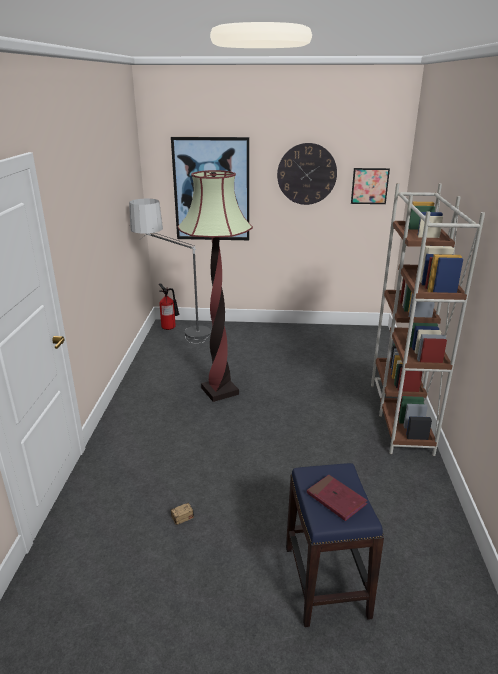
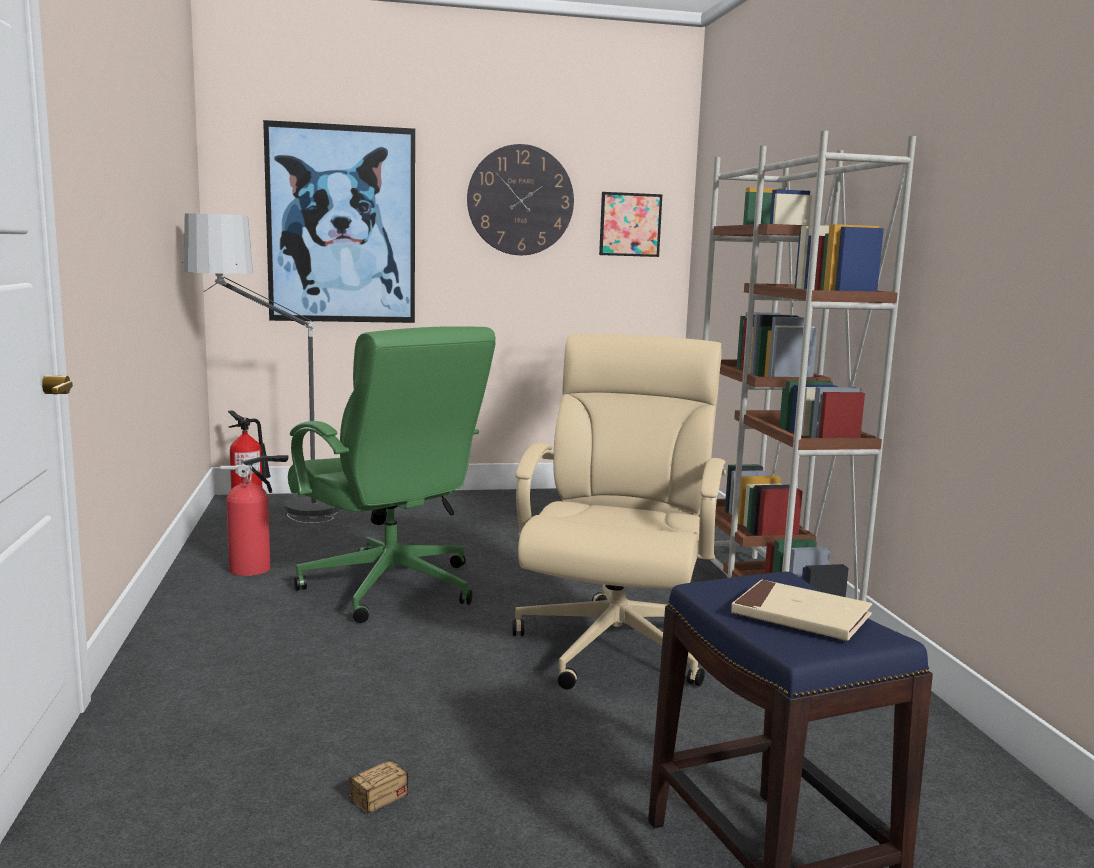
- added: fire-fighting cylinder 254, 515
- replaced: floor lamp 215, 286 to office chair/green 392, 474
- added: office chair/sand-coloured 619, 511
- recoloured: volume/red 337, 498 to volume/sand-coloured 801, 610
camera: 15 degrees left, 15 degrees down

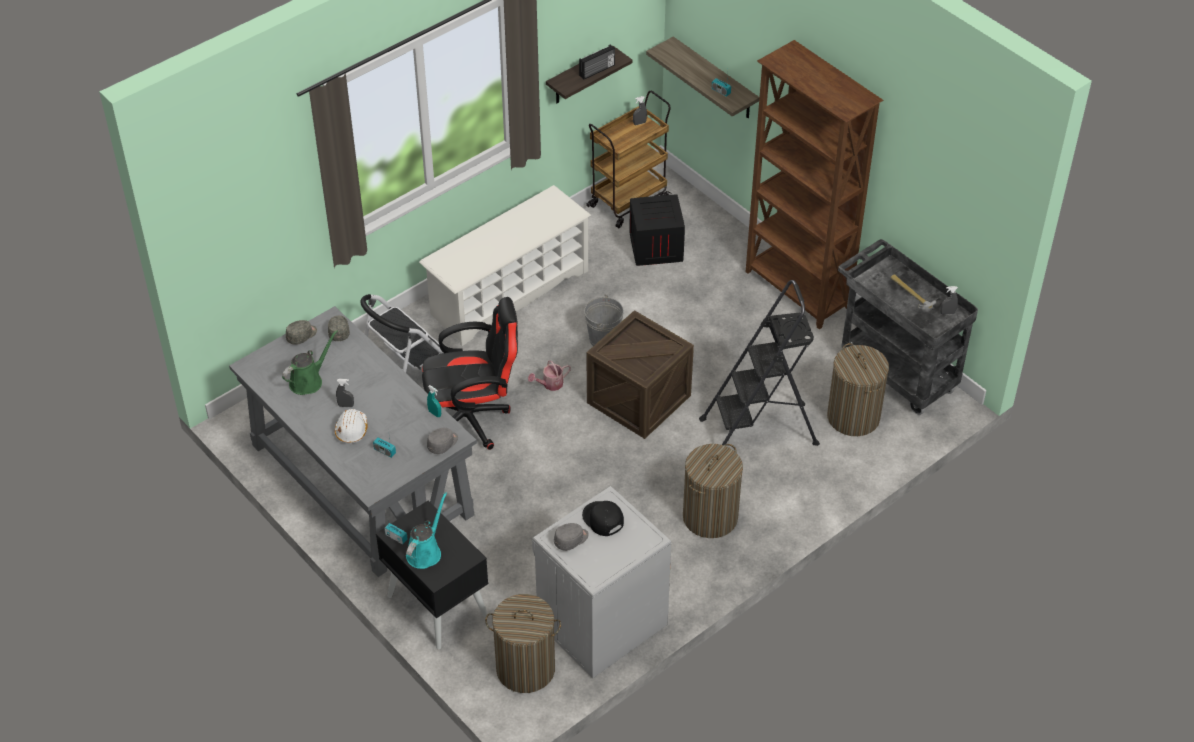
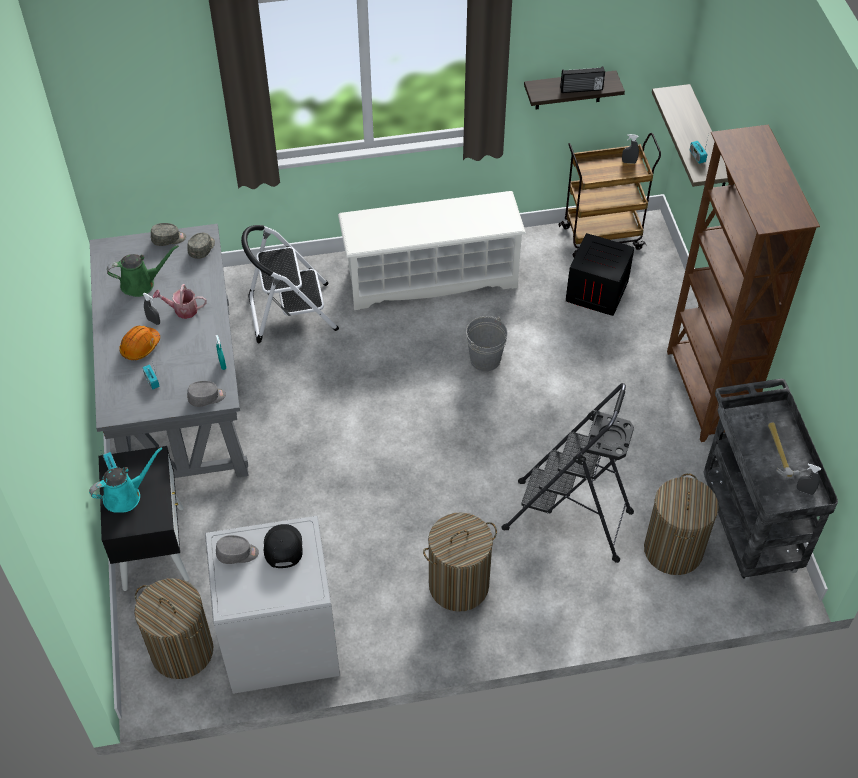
- recoloured: work helmet/whitish 351, 426 to work helmet/orange-coloured 139, 343
- moved: sprinkling can 549, 375 to 180, 301
- removed: office chair/black-coloured 470, 373
- removed: packing crate 640, 374
camera: 30 degrees right, 5 degrees up

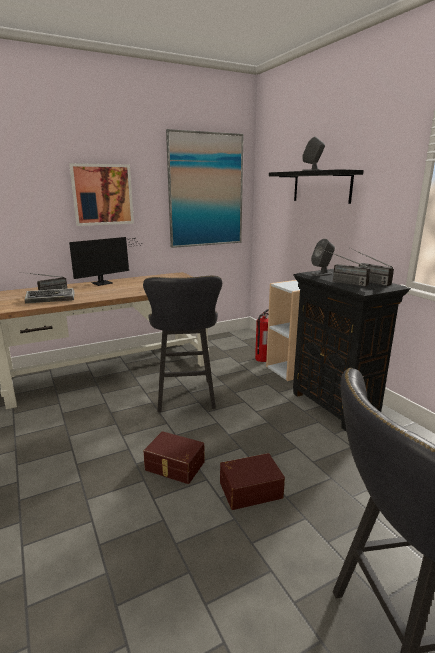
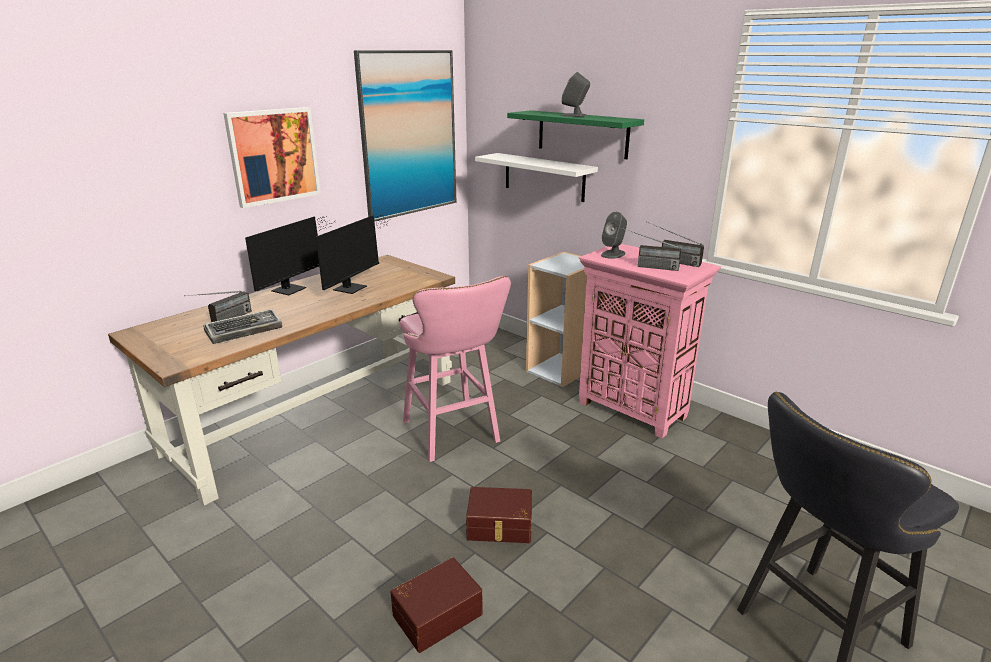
- added: monitor 351, 254
- moved: storage box/brown 252, 481 to 436, 605
- recoloured: stool/black-coloured 182, 344 to stool/pink-coloured 455, 369
- added: shelf/whitish 536, 177
- recoloured: shelf/black-coloured 316, 186 to shelf/green 575, 134
- recoloured: cupboard/black-coloured 352, 350 to cupboard/pink-coloured 649, 341
- removed: fire-fighting cylinder 262, 335
camera: 20 degrees left, 5 degrees up

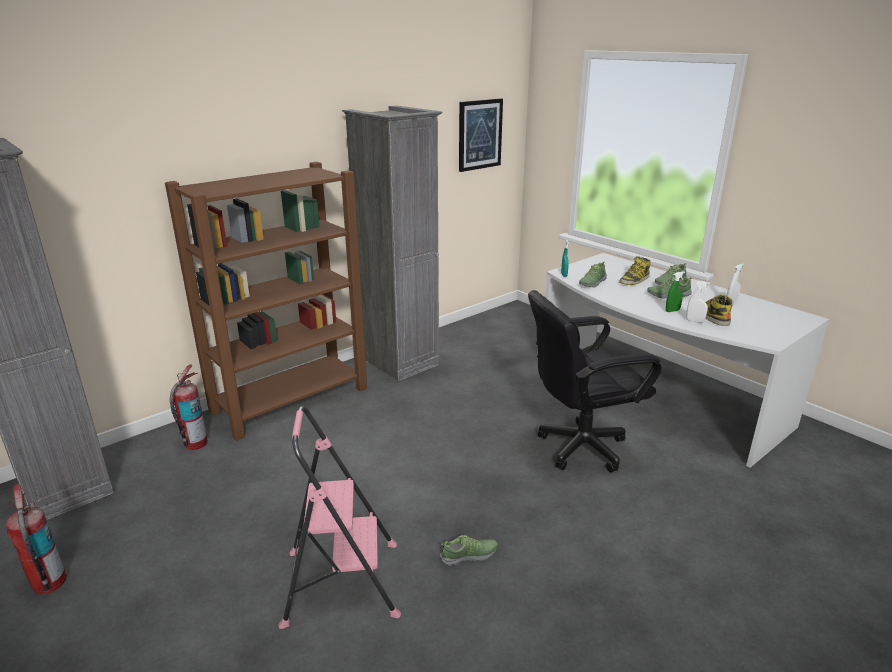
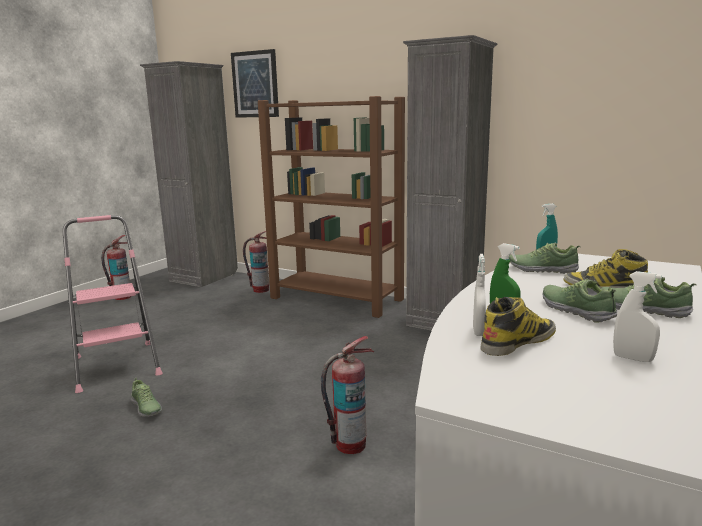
- moved: wall picture 481, 135 to 255, 83
- replaced: office chair/black-coloured 594, 381 to fire-fighting cylinder 347, 395
camera: 70 degrees right, 10 degrees down

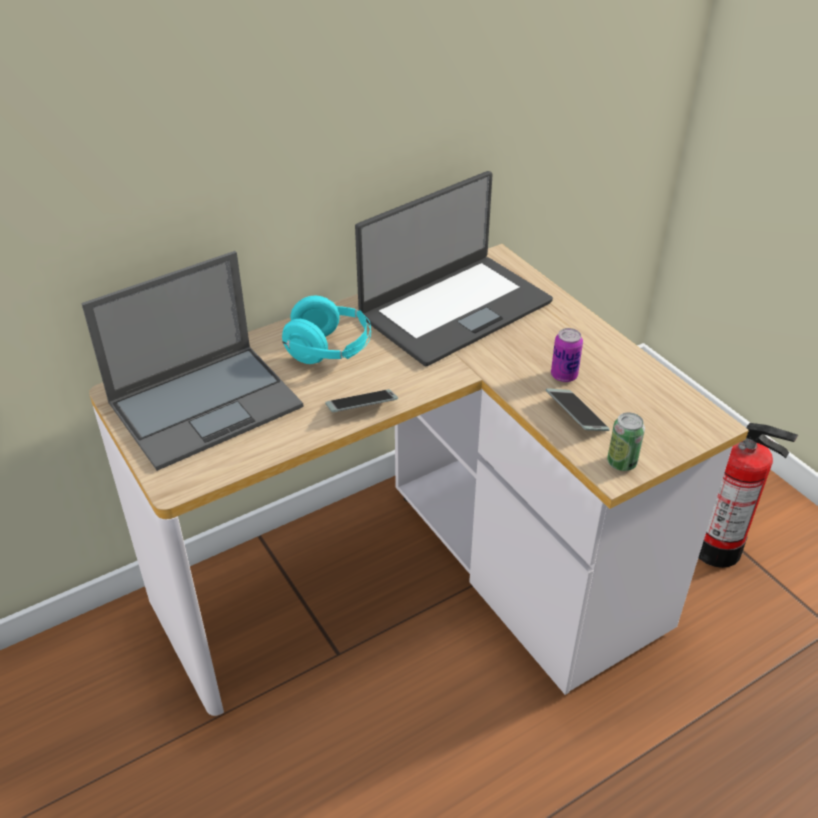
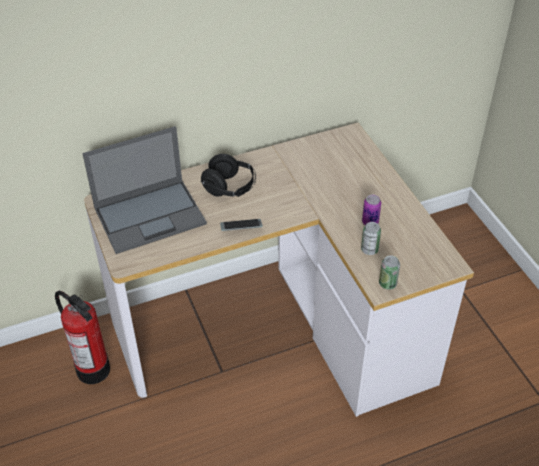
- moved: fire-fighting cylinder 748, 495 to 82, 337
- recoloured: pair of headphones/turquoise-coloured 326, 330 to pair of headphones/black-coloured 228, 175
- replaced: telephone 578, 409 to can 371, 238
- removed: laptop 454, 268
camera: 10 degrees right, 5 degrees up

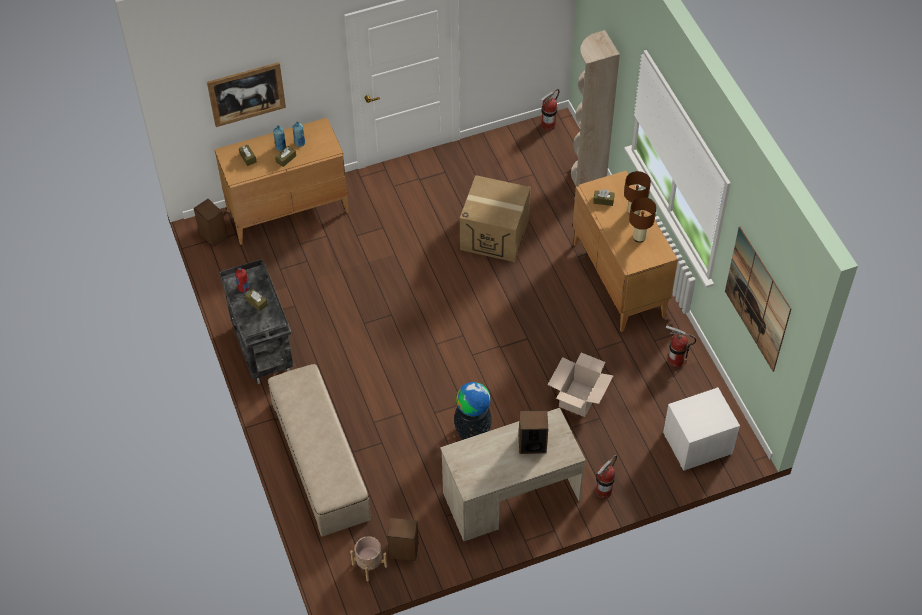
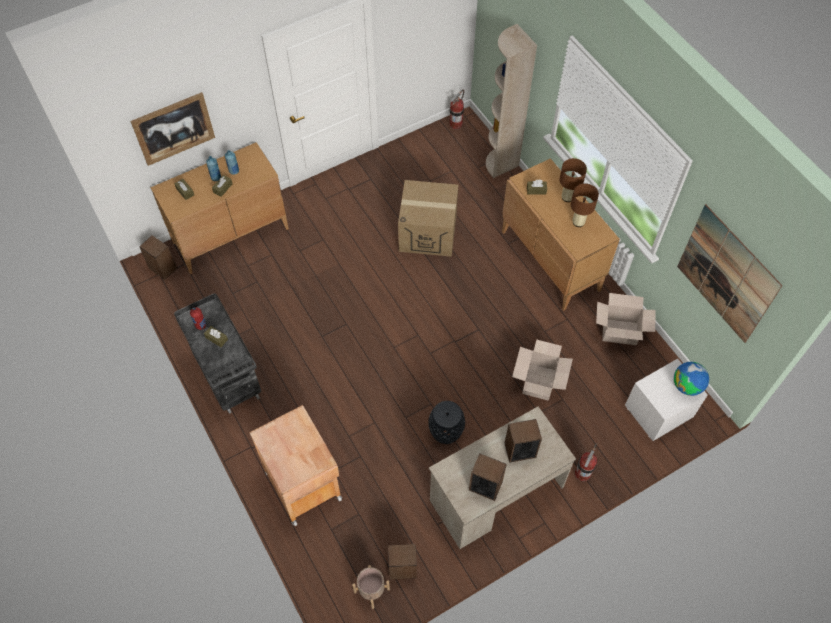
- replaced: long seat/sand-coloured 319, 450 to cart/brown 295, 465
- added: loudspeaker 488, 477
- replaced: fire-fighting cylinder 681, 346 to cardboard box 626, 319
- moved: world globe 473, 399 to 691, 379
camera: 10 degrees left, 5 degrees up

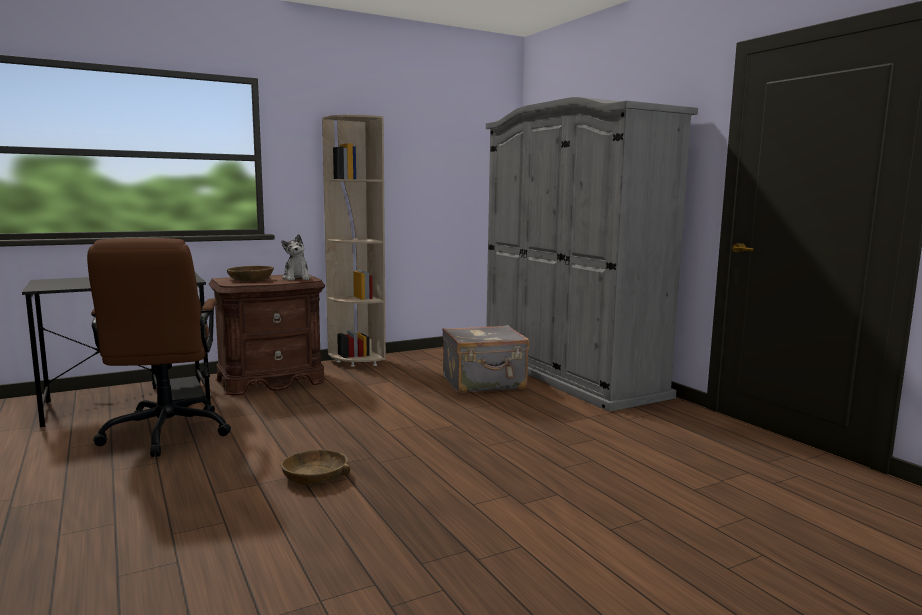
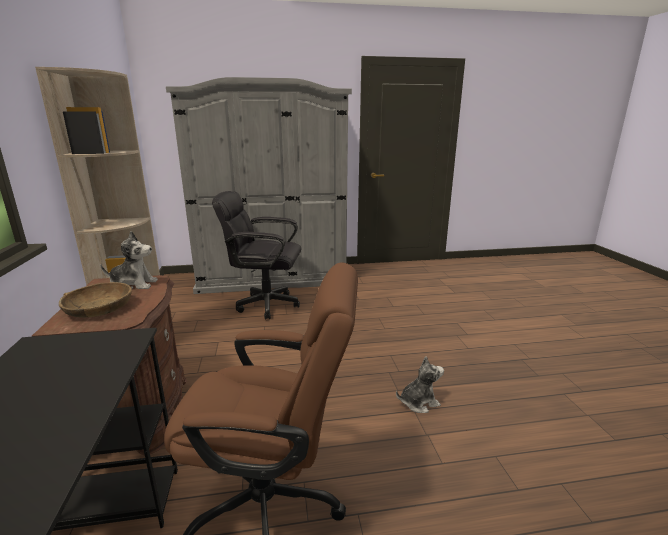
- replaced: piece of luggage/greyish 485, 359 to office chair/black-coloured 256, 255
- replaced: bowl/brown 315, 467 to plush toy 420, 385
camera: 70 degrees left, 10 degrees up

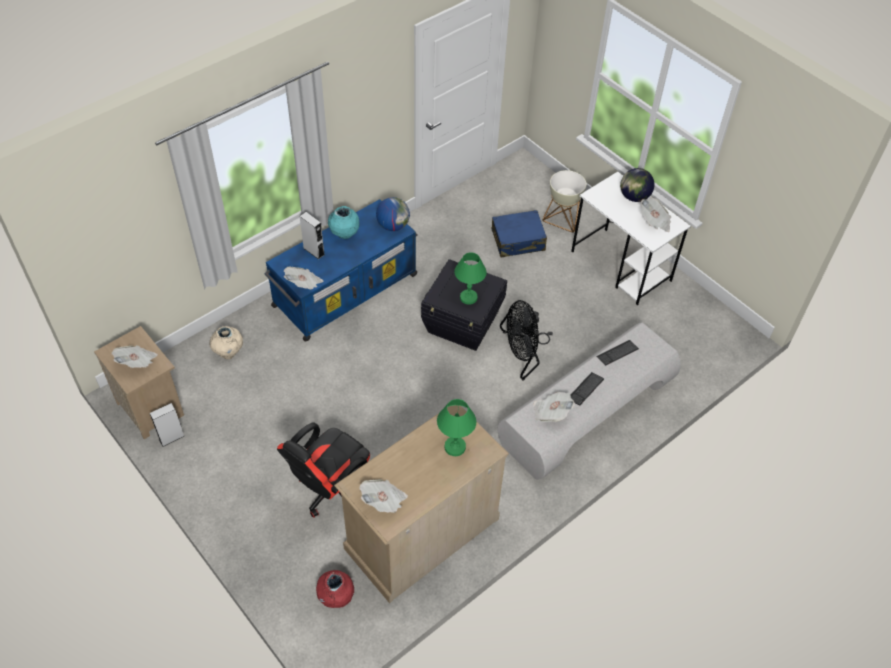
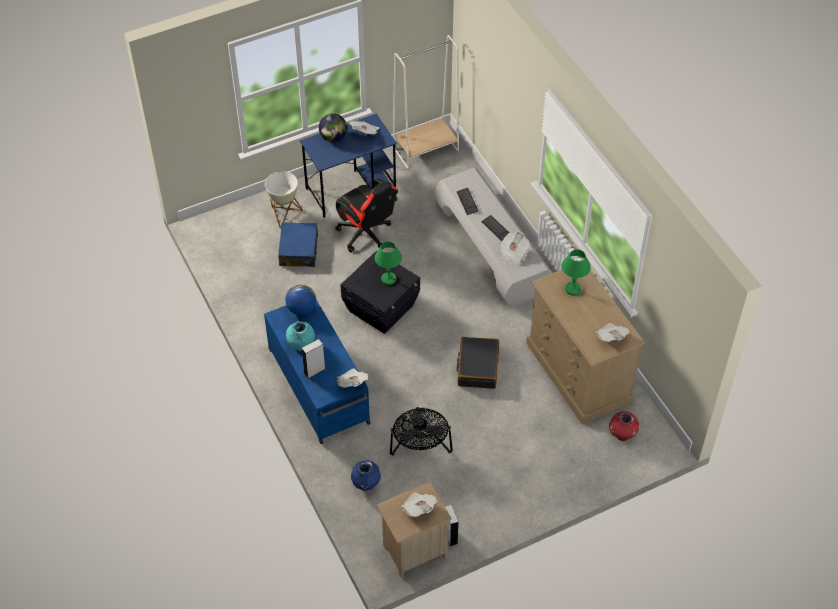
- recoloured: desk/whitish 631, 239 to desk/blue 348, 166
- moved: office chair/black-coloured 323, 470 to 366, 215
- recoloured: vase/sand-coloured 226, 342 to vase/blue 366, 475
- moved: electric fan/black-coloured 526, 340 to 421, 431
- added: clothes rack 426, 102
- added: piece of luggage/black-coloured 477, 363
camera: 75 degrees left, 0 degrees up

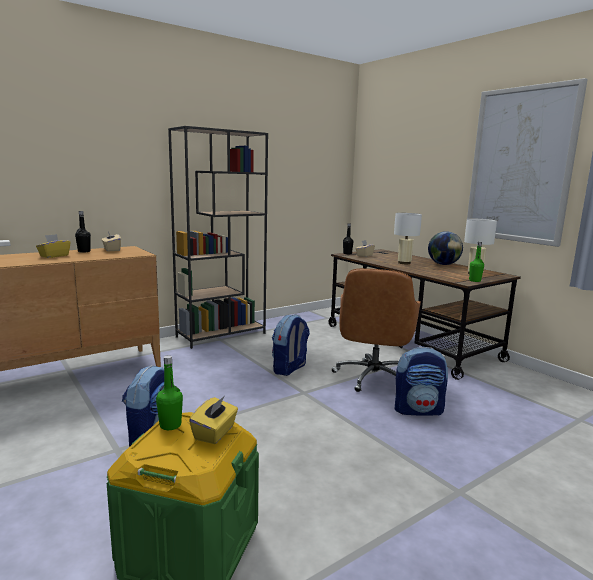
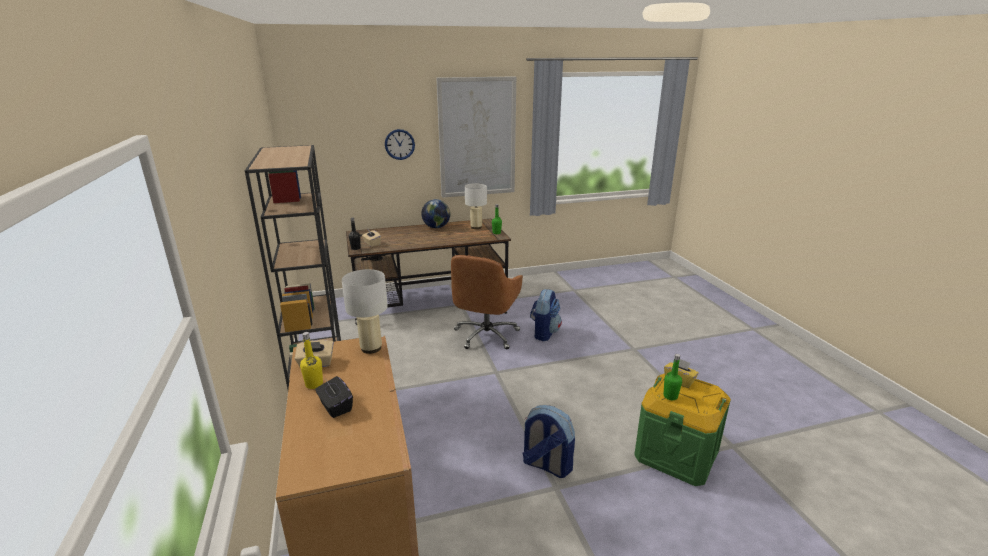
- recoloured: beverage bottle/black-coloured 83, 232 to beverage bottle/yellow 311, 360
- recoloured: box of tissues/yellow 53, 246 to box of tissues/black-coloured 334, 397
- moved: table lamp/whitish 408, 238 to 365, 311
- added: hanging clock 400, 144
- turned: office chair/brown 376, 330 = 487, 302 75 degrees clockwise
- removed: knapsack 291, 345
camera: 70 degrees left, 10 degrees up

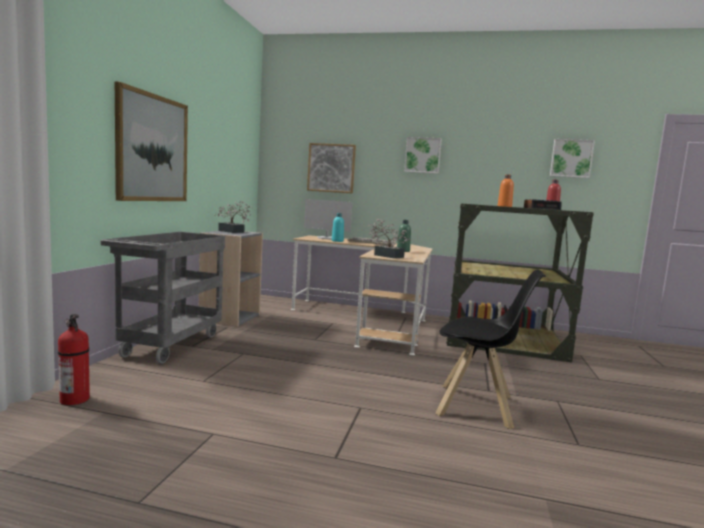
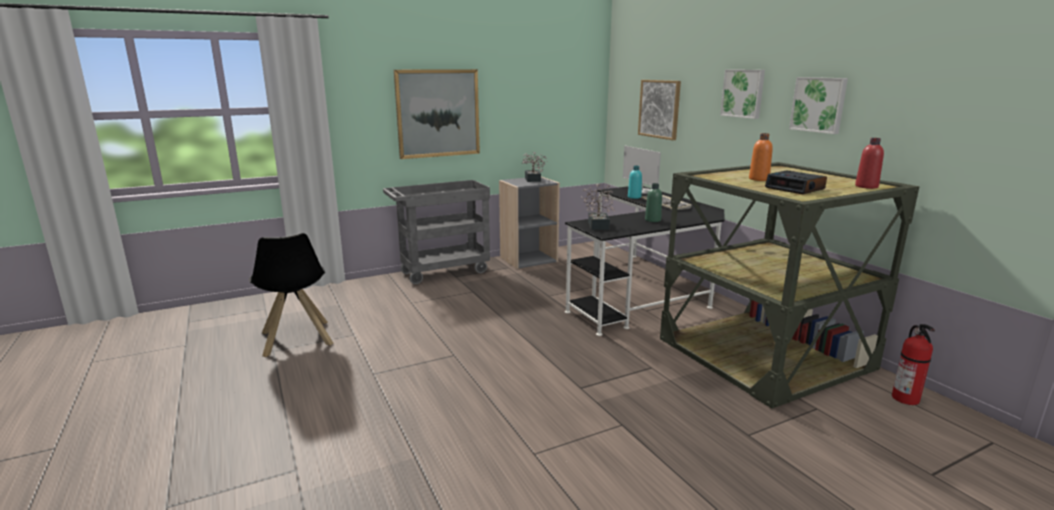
- moved: upright chair/black-coloured 491, 349 to 291, 295
- recoloured: desk/sand-coloured 362, 295 to desk/black-coloured 644, 261
- moved: wall picture 572, 158 to 818, 105
- moved: fire-fighting cylinder 74, 359 to 913, 364
camera: 50 degrees right, 10 degrees up

